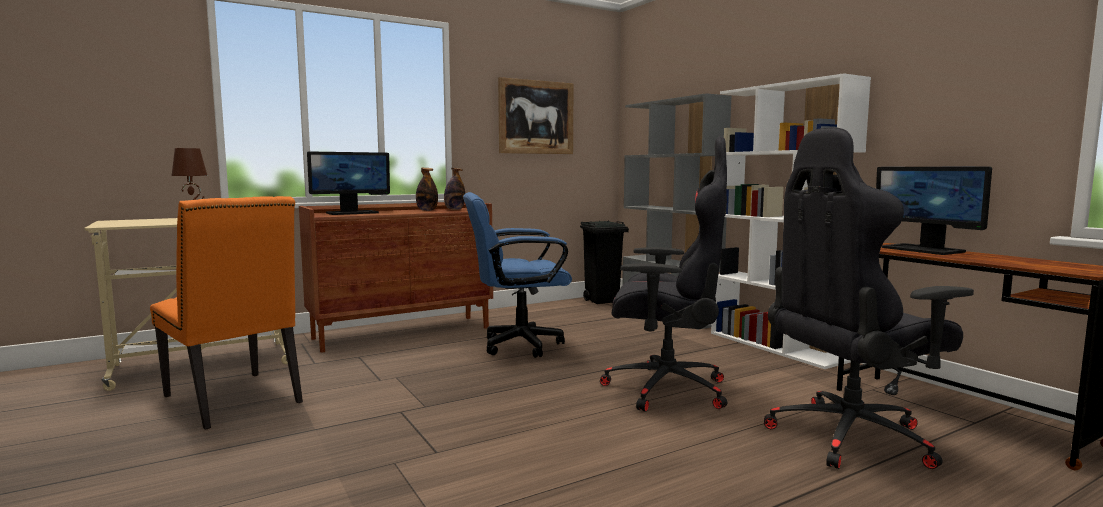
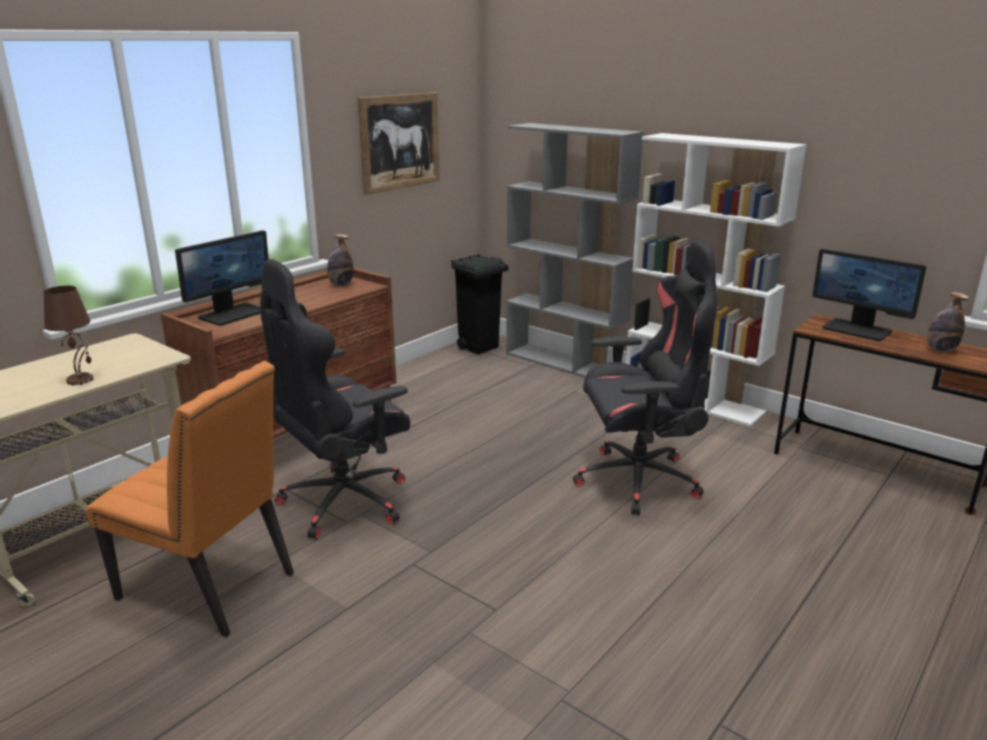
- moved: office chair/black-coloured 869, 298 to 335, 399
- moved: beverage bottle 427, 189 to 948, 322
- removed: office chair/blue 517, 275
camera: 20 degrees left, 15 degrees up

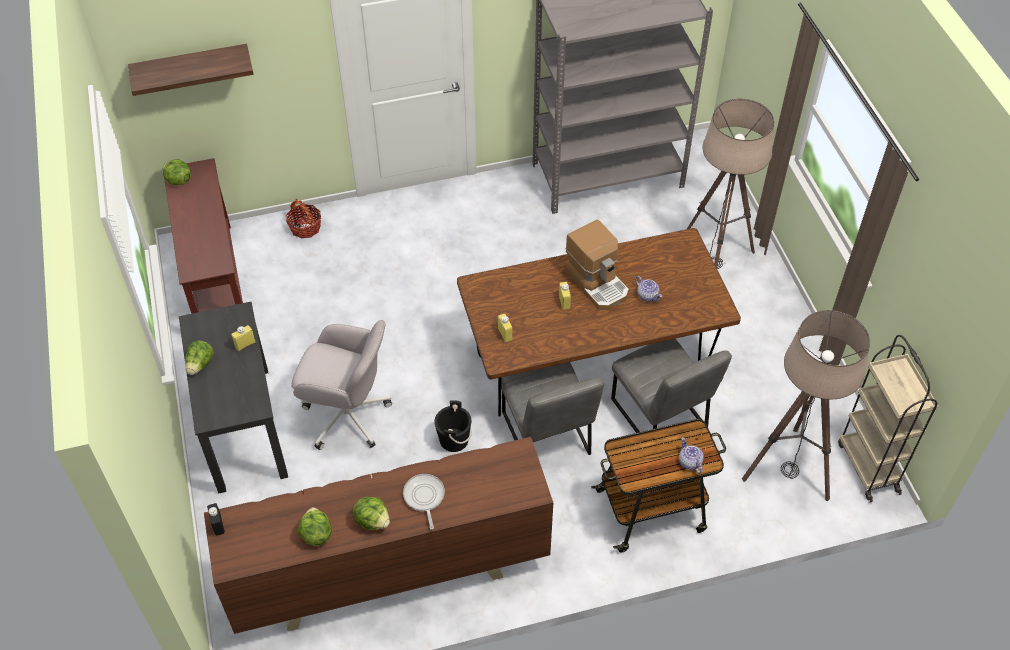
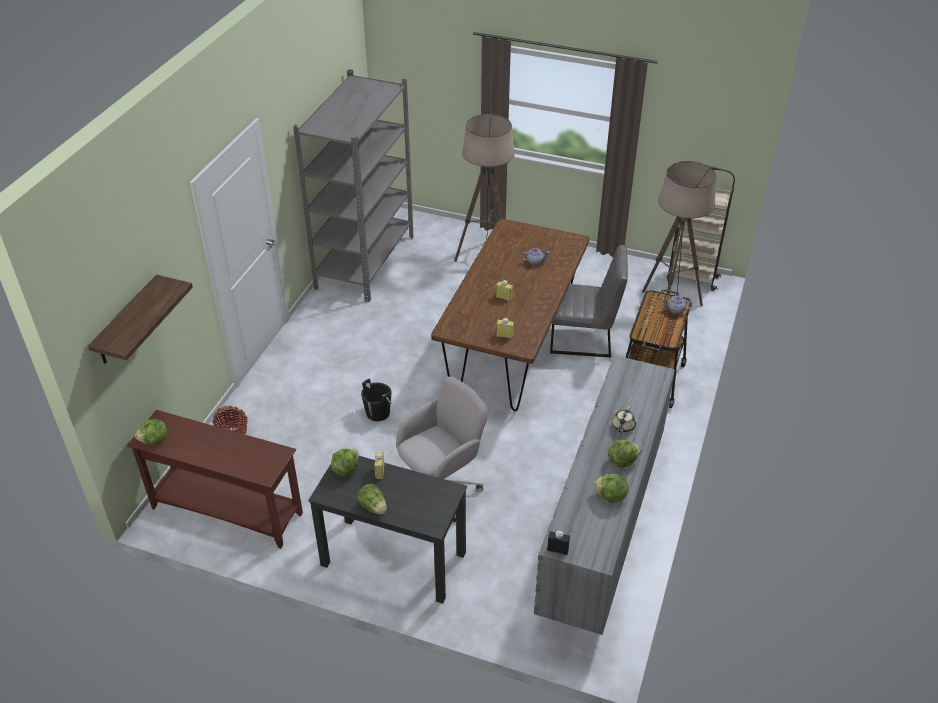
- added: lettuce head 345, 463
- moved: water bucket/black-coloured 453, 426 to 376, 400
- recoloured: cupboard/brown 378, 535 to cupboard/greyish 604, 495
- replaced: pan 424, 502 to tea pot/sand-coloured 624, 419
- removed: upright chair/greyish 551, 408
- removed: coffee brewer 597, 265
camera: 55 degrees left, 10 degrees down

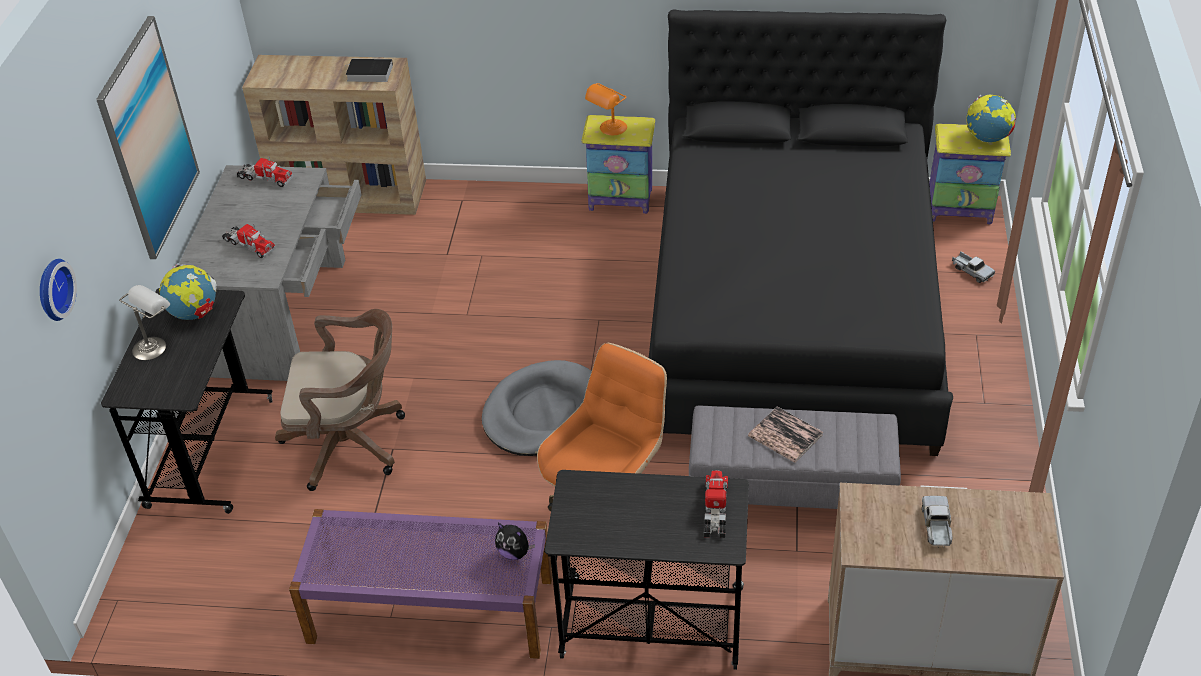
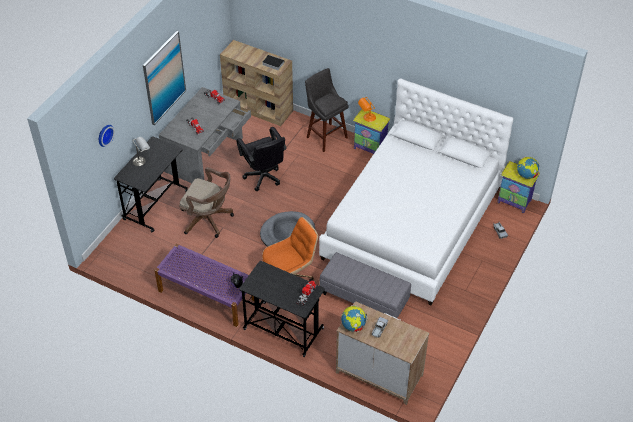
- added: office chair/black-coloured 261, 159
- added: stool/greyish 327, 110
- recoloured: bed/black-coloured 801, 232 to bed/whitish 416, 192
- moved: world globe 188, 291 to 354, 318
- removed: volume 785, 435
camera: 20 degrees right, 5 degrees up

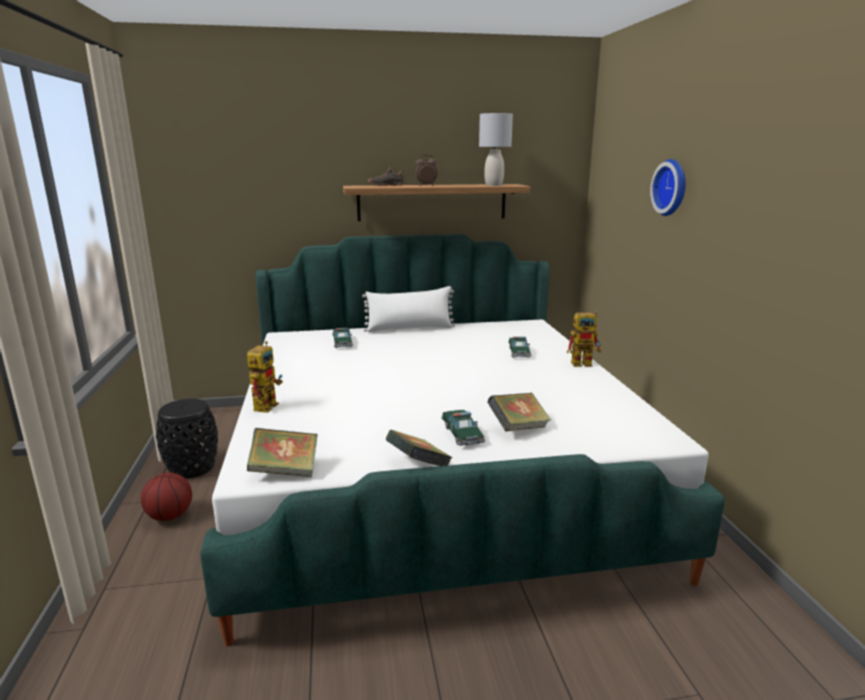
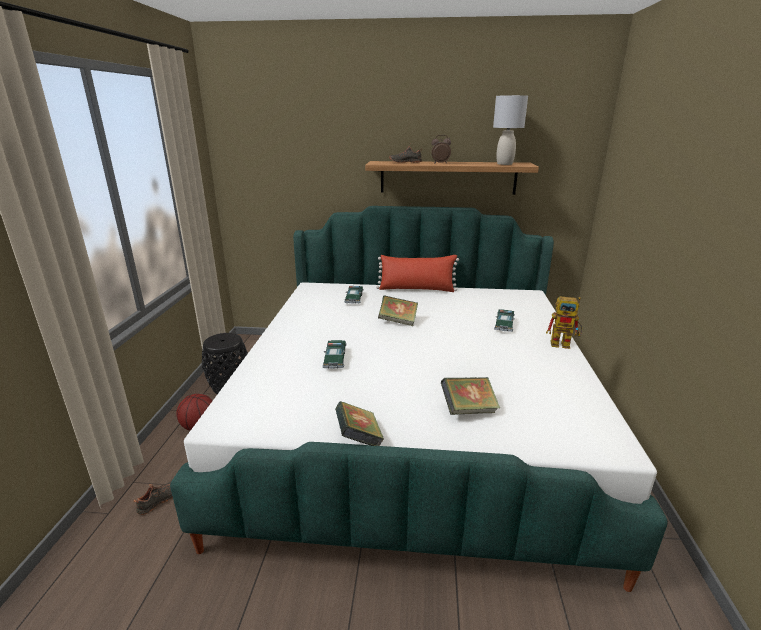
- added: low shoe/black-coloured 153, 498
- moved: miniature car 463, 428 to 334, 354
- recoloured: throw pillow/whitish 408, 309 to throw pillow/red 417, 273
- moved: volume 282, 452 to 398, 310
- removed: robot figure 265, 377
- removed: hanging clock 668, 187
camera: 15 degrees right, 5 degrees up

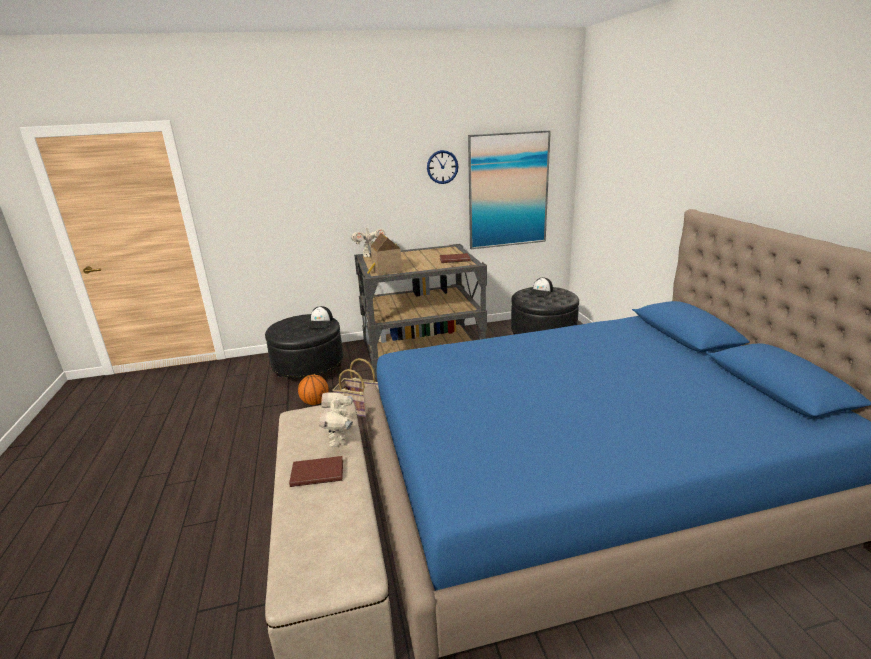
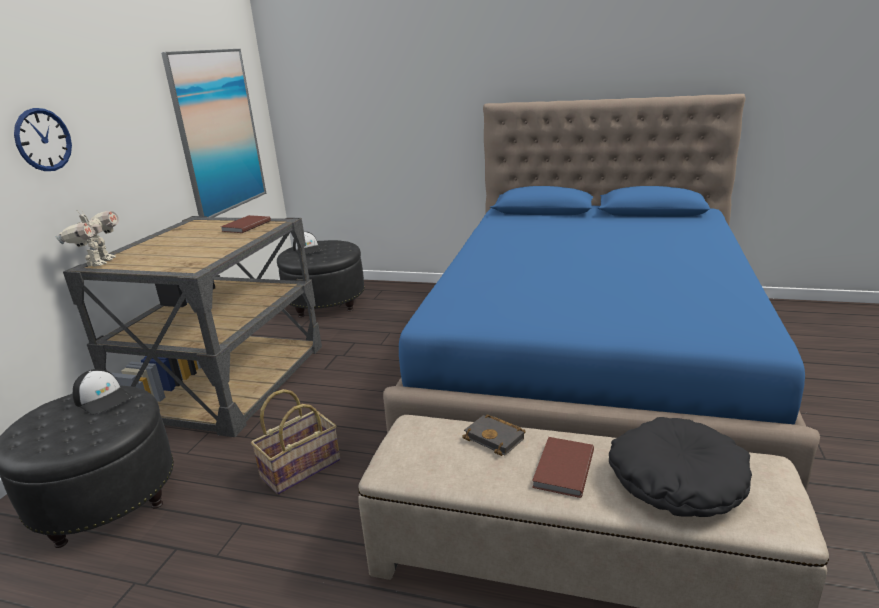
- moved: hanging clock 442, 167 to 43, 139
- replaced: robot figure 336, 419 to volume/black-coloured 493, 435
- added: throw pillow/black-coloured 680, 467
- removed: ball for basketball 313, 390
- removed: miniature house 384, 254
camera: 60 degrees left, 0 degrees up

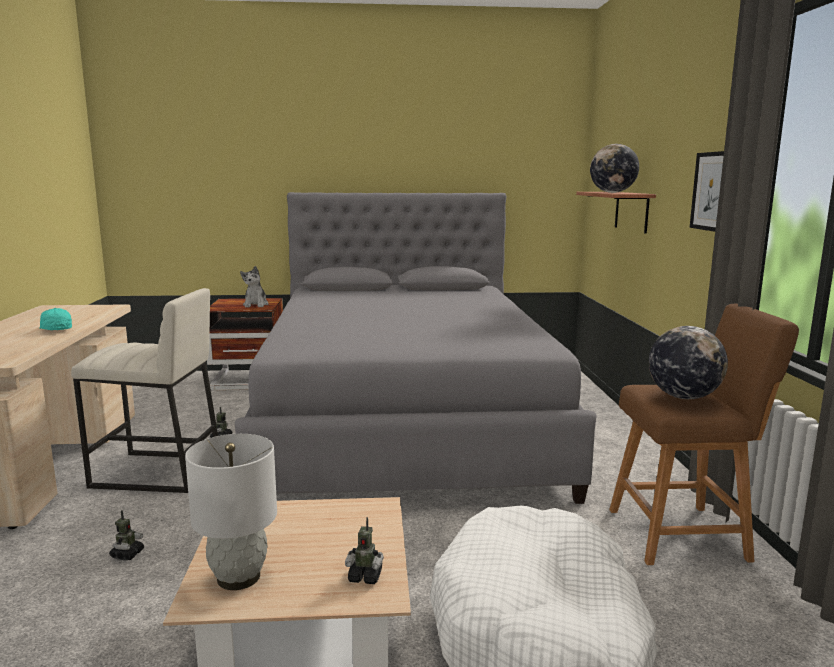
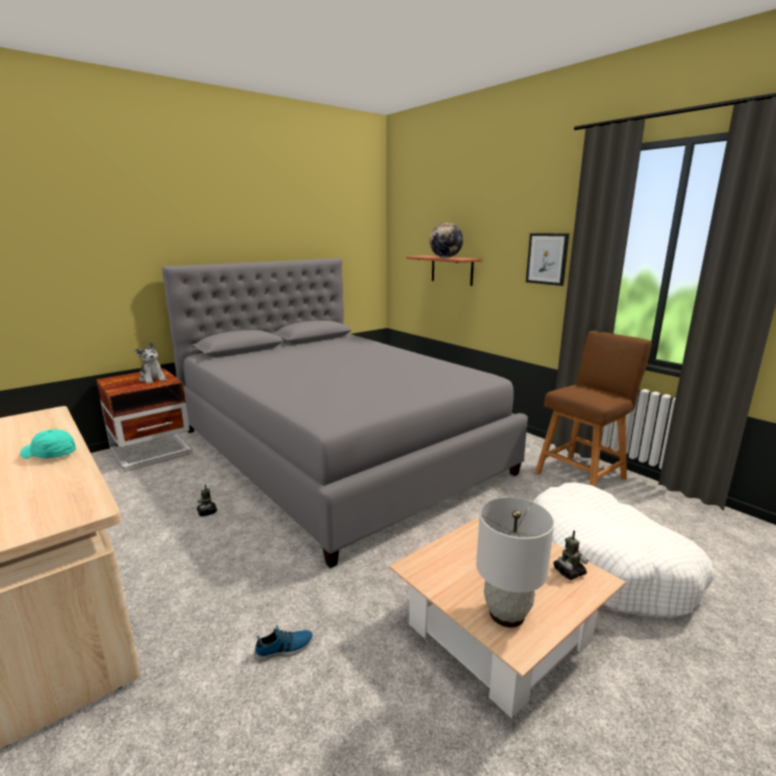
- replaced: robot figure 126, 535 to low shoe 283, 644
- removed: stool/sand-coloured 144, 390
- removed: world globe 688, 362
camera: 35 degrees left, 5 degrees up

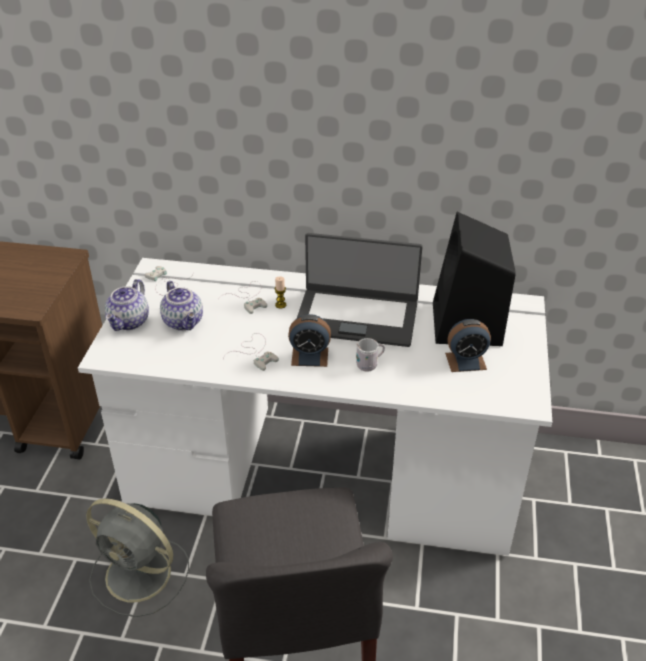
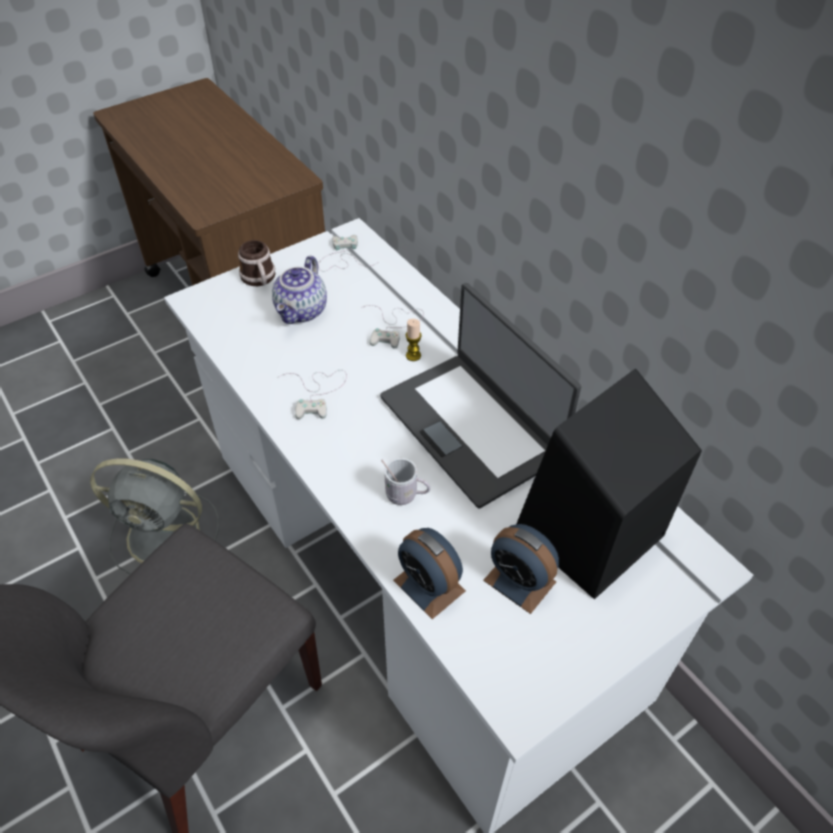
- turned: electric fan/greyish 137, 557 = 154, 516 60 degrees counterclockwise
- replaced: tea pot 127, 305 to coffee mug 256, 263
- moved: alarm clock 309, 340 to 429, 573
camera: 45 degrees right, 10 degrees up

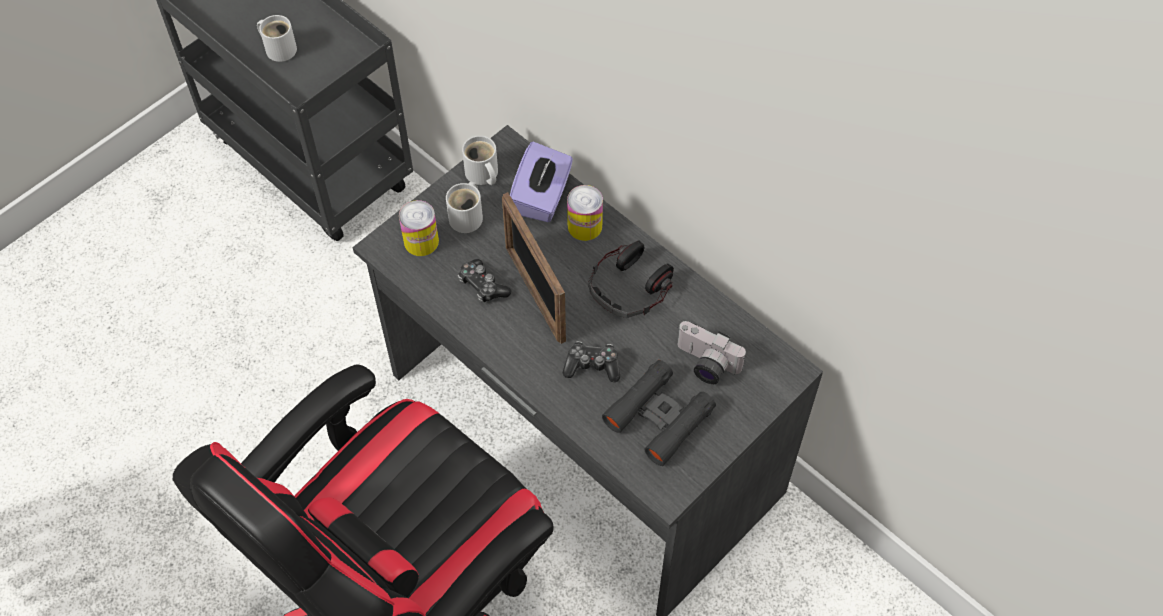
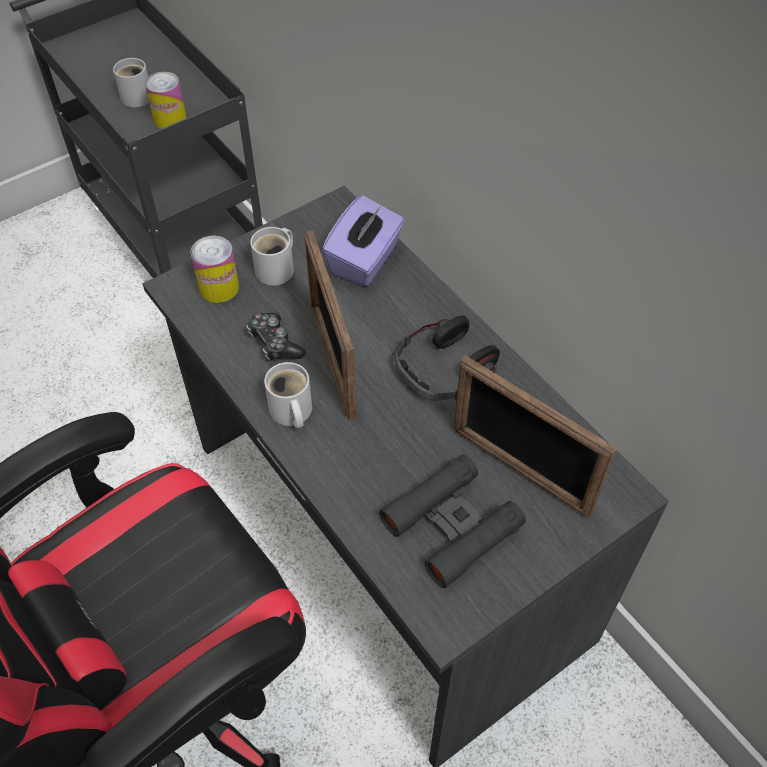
- moved: can 585, 213 to 166, 100
- moved: coffee mug/whitish 480, 160 to 288, 395
- replaced: still camera 711, 352 to standing frame 535, 436
- removed: gamepad 591, 361
camera: 10 degrees right, 5 degrees down

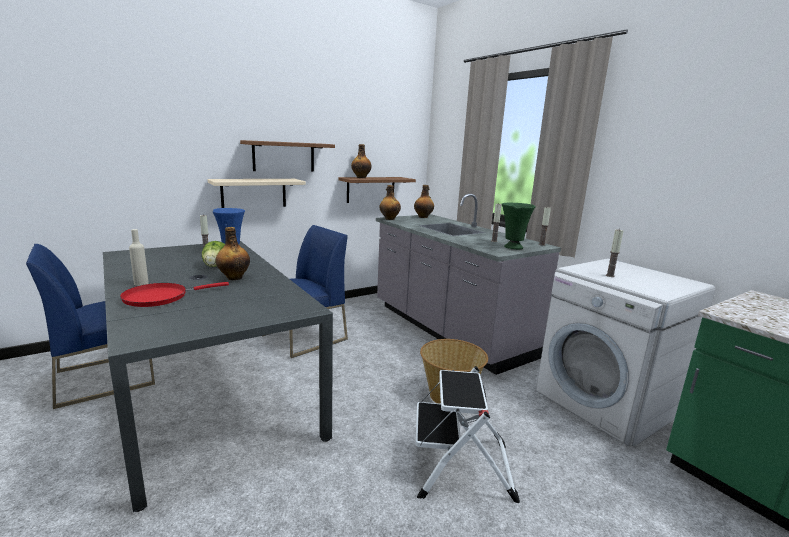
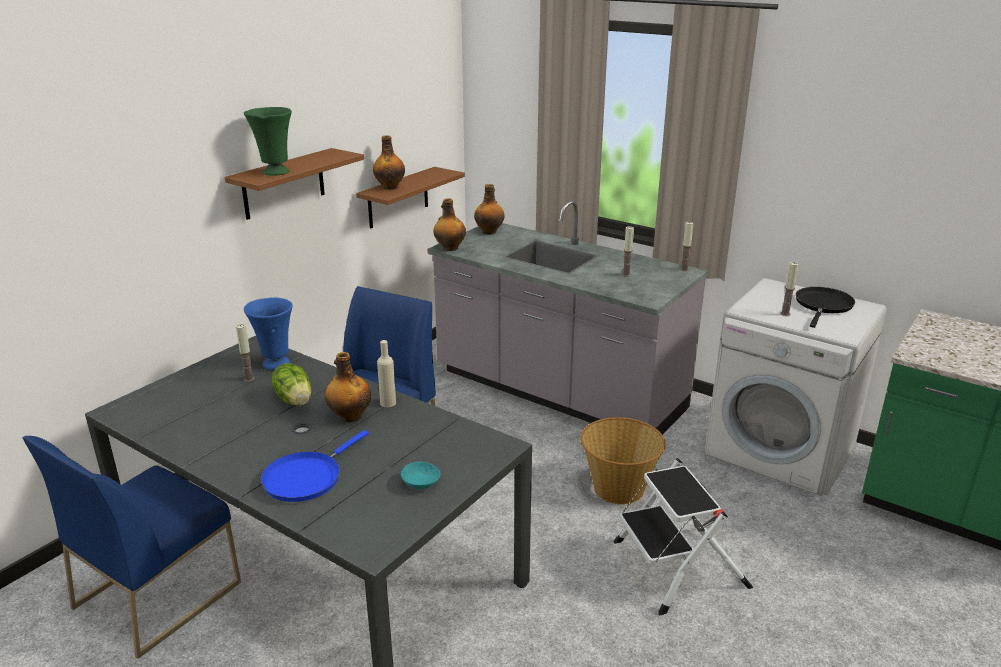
- moved: vase/green 519, 226 to 268, 141
- recoloured: pan/red 174, 294 to pan/blue 315, 466
- moved: beverage bottle/sand-coloured 139, 257 to 386, 373
- added: bowl/turquoise-coloured 421, 475
- added: pan/black-coloured 825, 307
- removed: shelf/sand-coloured 256, 193
camera: 20 degrees left, 10 degrees up

